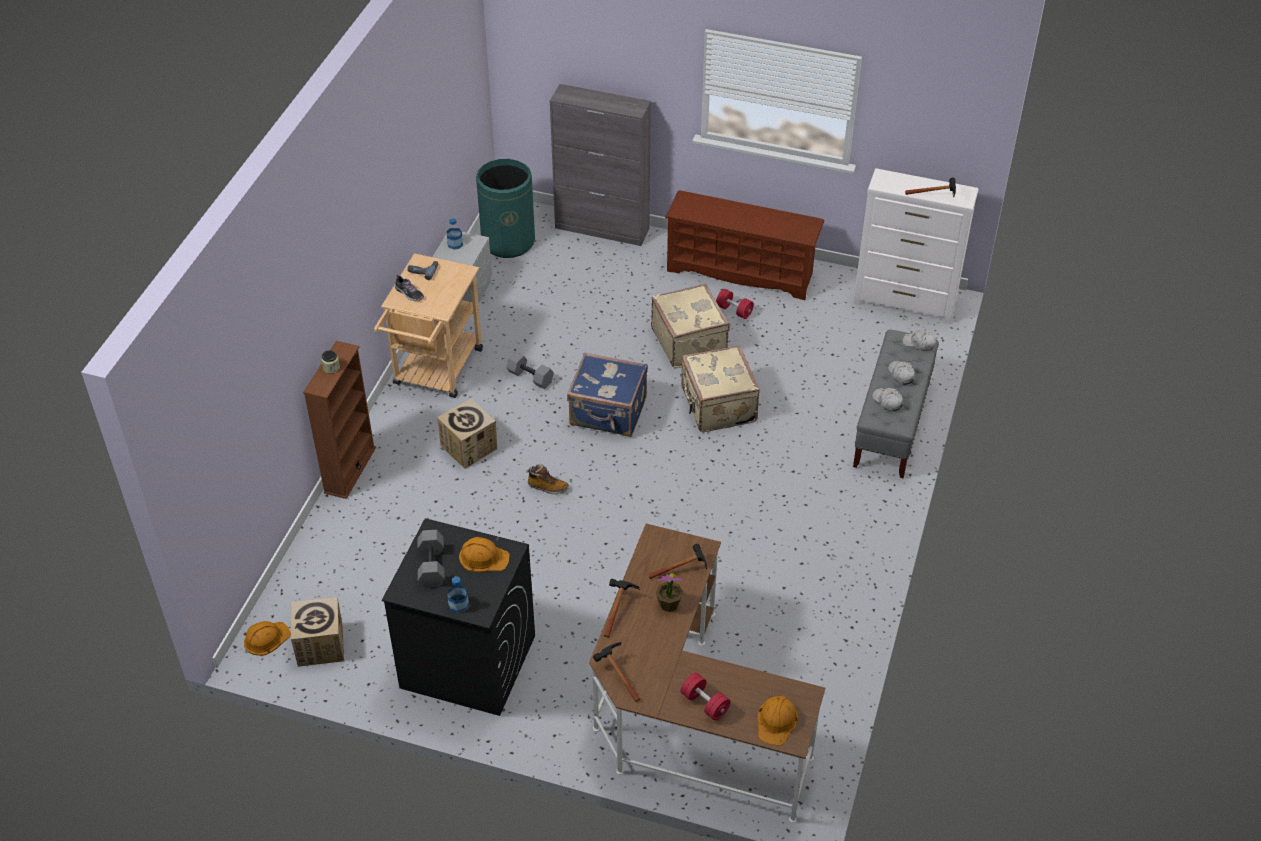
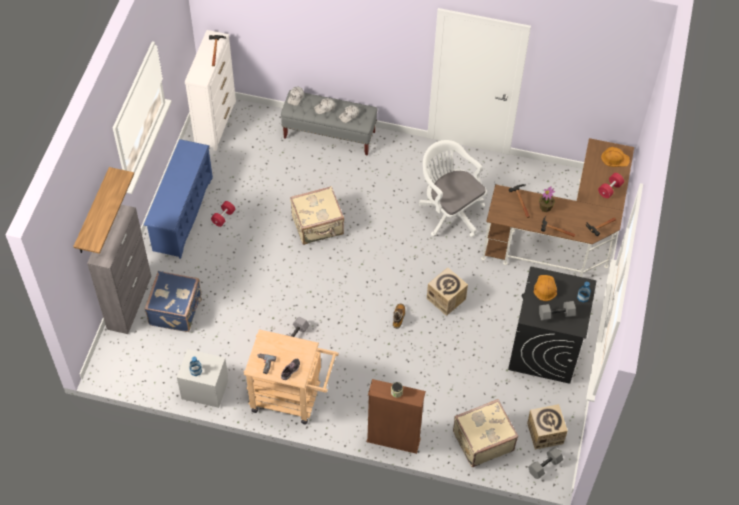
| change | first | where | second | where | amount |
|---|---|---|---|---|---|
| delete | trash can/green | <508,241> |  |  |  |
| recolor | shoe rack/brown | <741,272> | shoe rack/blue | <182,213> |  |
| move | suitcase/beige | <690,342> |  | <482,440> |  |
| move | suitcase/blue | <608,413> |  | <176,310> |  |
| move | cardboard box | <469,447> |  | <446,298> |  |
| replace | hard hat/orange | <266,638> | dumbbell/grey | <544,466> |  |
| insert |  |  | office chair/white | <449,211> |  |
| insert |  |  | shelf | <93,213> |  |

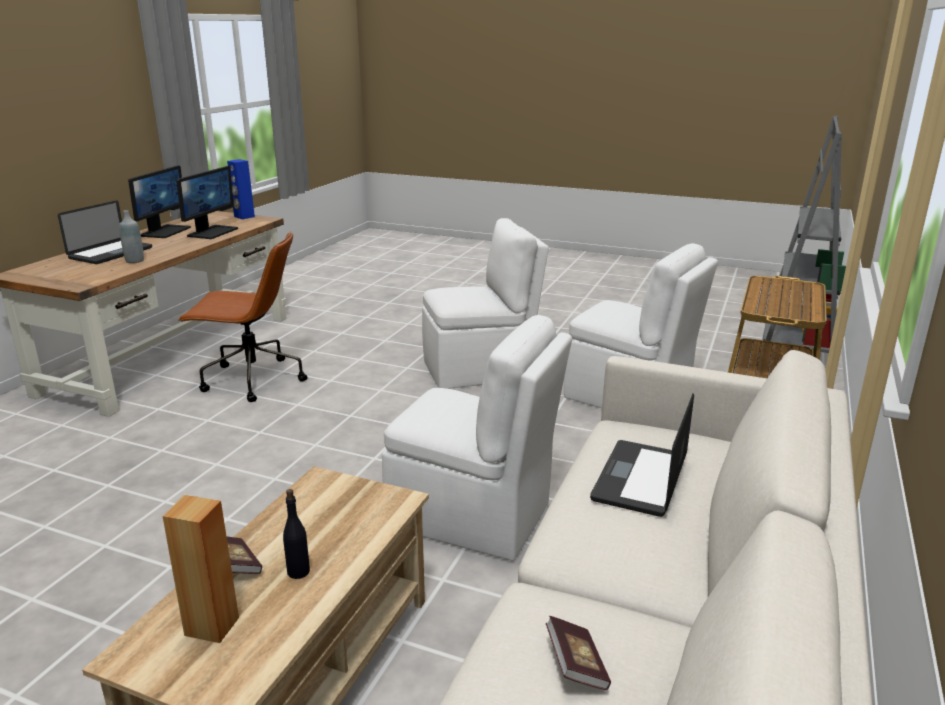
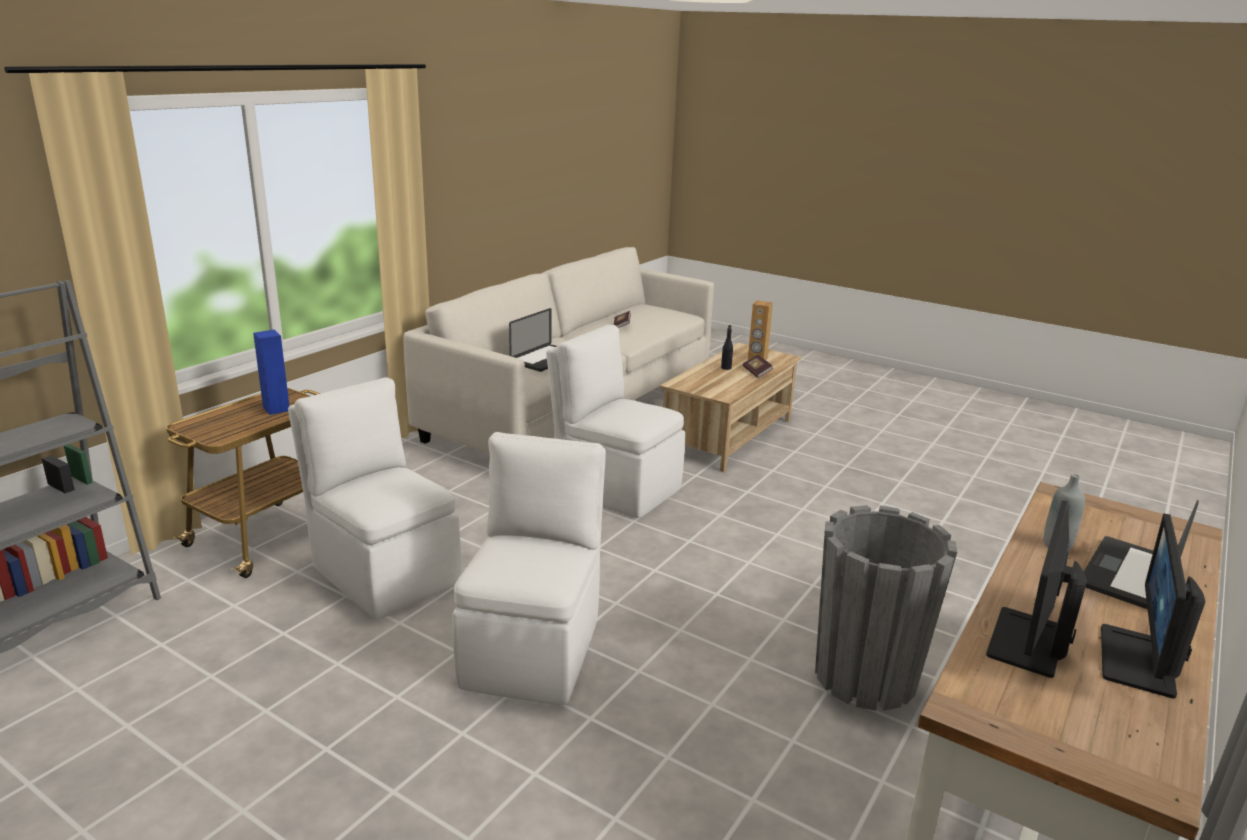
| change | first | where | second | where | amount |
|---|---|---|---|---|---|
| move | speaker/blue | <244,217> |  | <277,409> |  |
| rotate | chair/white | <480,369> |  | <533,649> | 105 degrees clockwise |
| replace | office chair/brown | <251,380> | planter/grey | <865,676> |  |

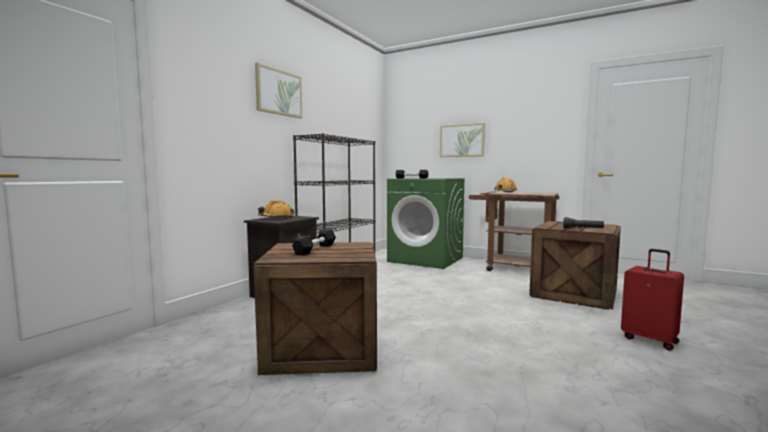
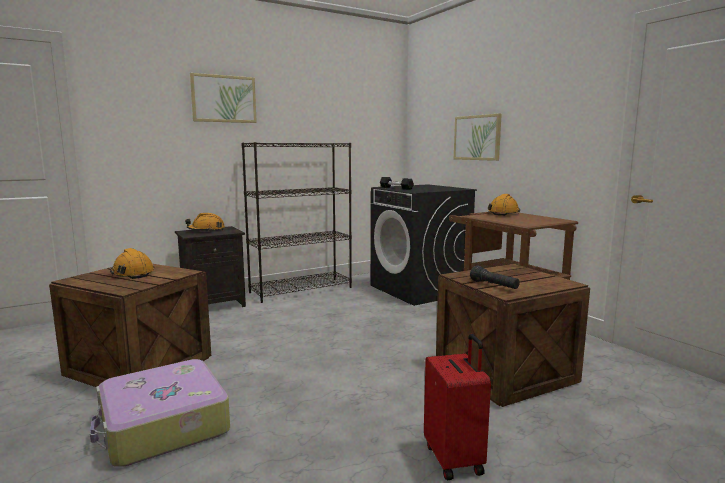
| change | first | where | second | where | amount |
|---|---|---|---|---|---|
| recolor | washing machine/green | <426,259> | washing machine/black | <419,290> |  |
| replace | dumbbell/black | <315,249> | hard hat/orange | <132,273> |  |
| insert |  |  | suitcase | <163,426> |  |

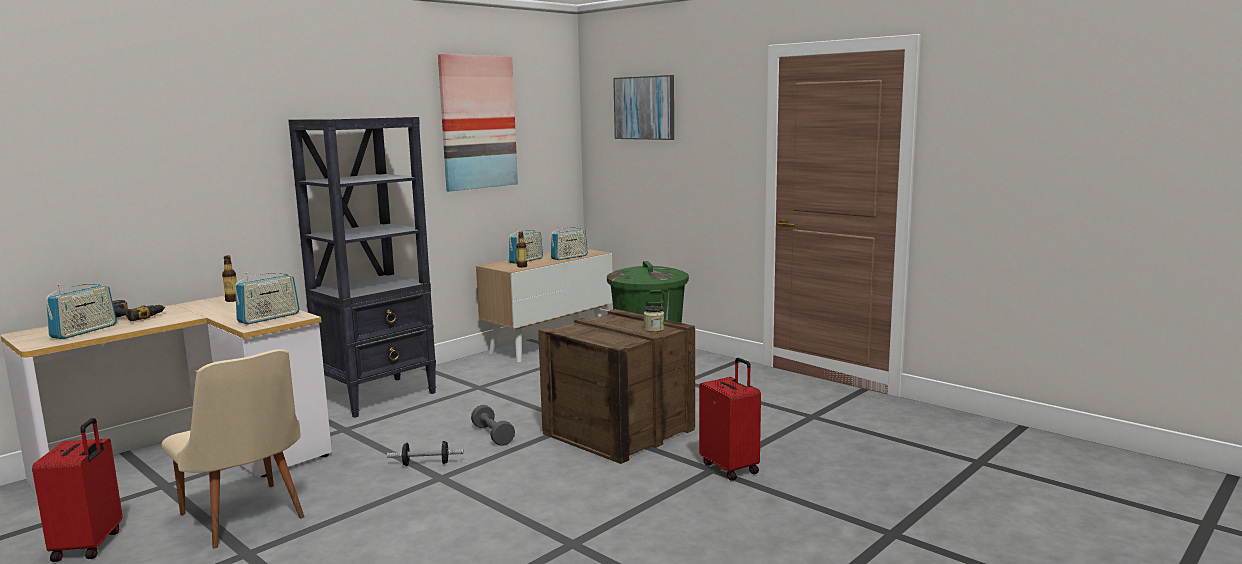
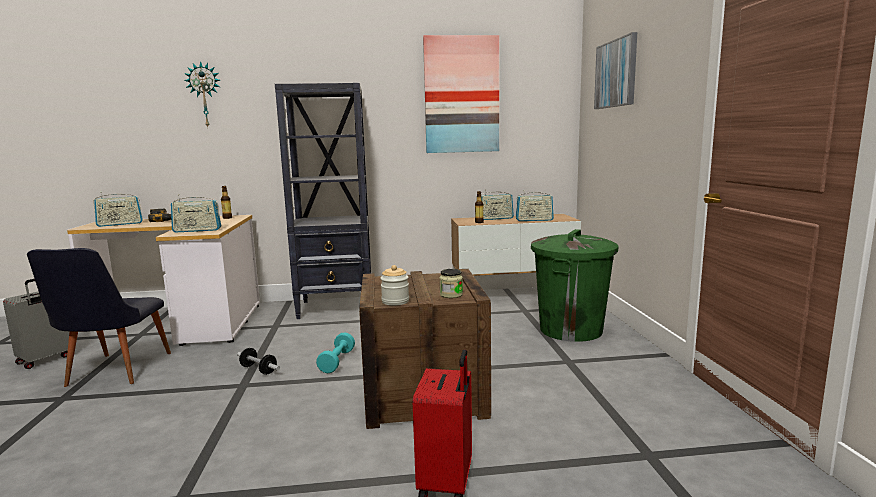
| change | first | where | second | where | amount |
|---|---|---|---|---|---|
| recolor | chair/beige | <246,520> | chair/black | <112,373> |  |
| recolor | dumbbell/grey | <493,435> | dumbbell/turquoise | <337,361> |  |
| recolor | suitcase/red | <89,545> | suitcase/grey | <45,360> |  |
| insert |  |  | wall clock | <205,95> |  |
| insert |  |  | jar | <395,301> |  |

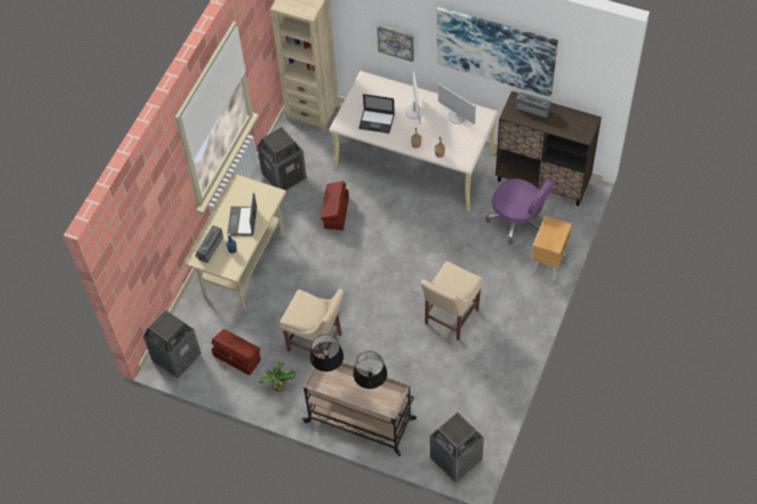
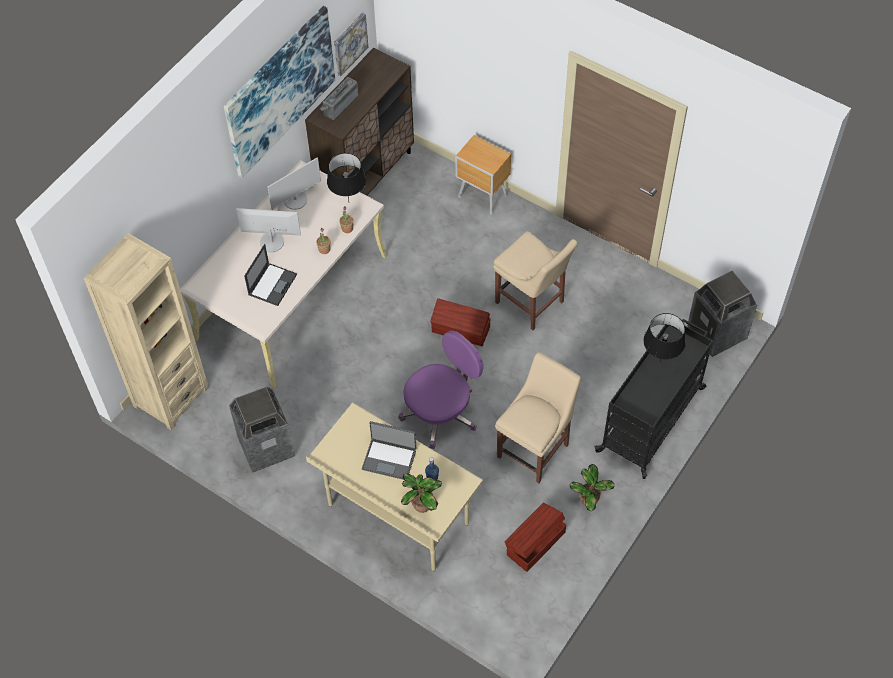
| change | first | where | second | where | amount |
|---|---|---|---|---|---|
| move | picture | <396,42> |  | <349,43> |  |
| move | office chair/purple | <518,220> |  | <441,412> |  |
| move | storage box/brown | <335,212> |  | <461,330> |  |
| replace | radio | <209,248> | potted plant | <421,505> |  |
| delete | trash can | <176,357> |  |  |  |
| move | table lamp/black | <328,370> |  | <349,202> |  |
| recolor | cart/beige | <361,421> | cart/black | <652,418> |  |

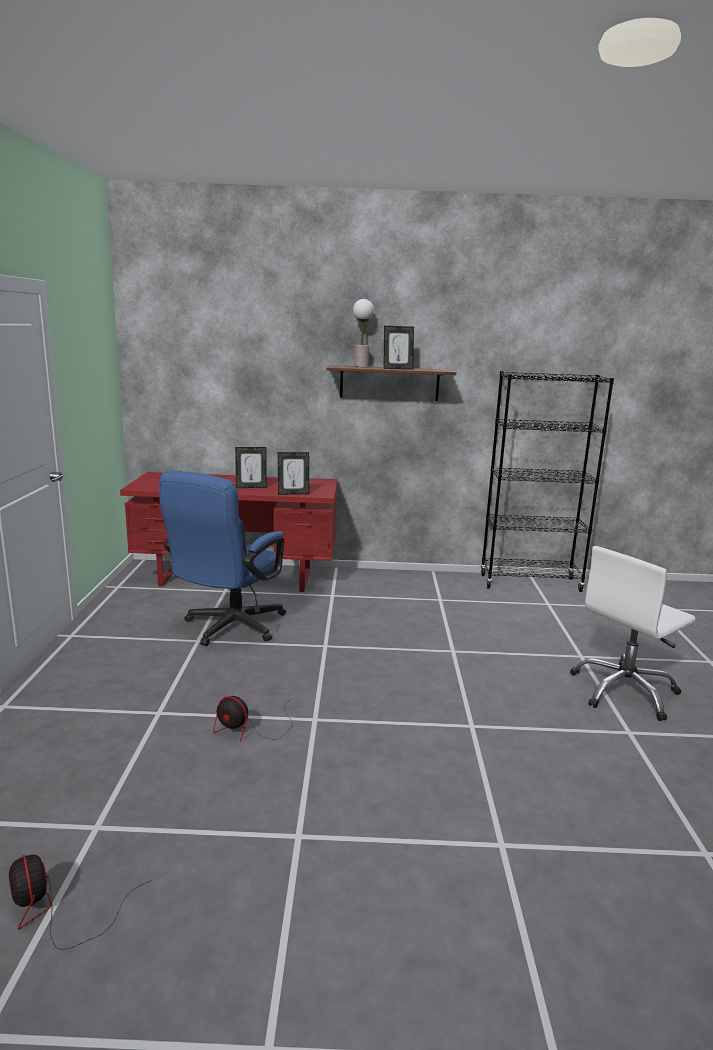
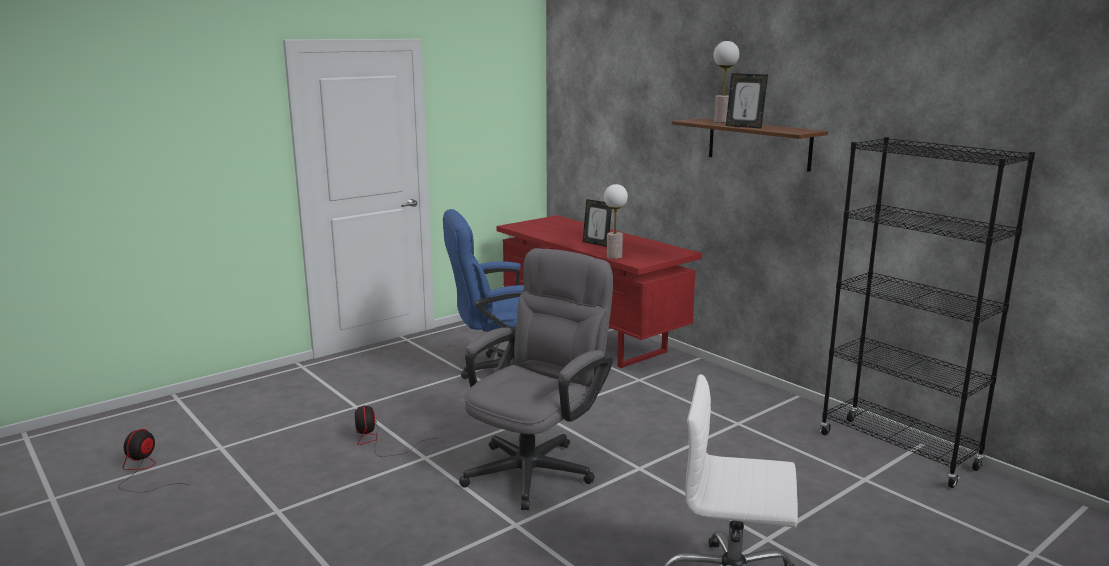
| change | first | where | second | where | amount |
|---|---|---|---|---|---|
| replace | picture frame | <293,493> | table lamp | <614,256> |  |
| insert |  |  | office chair/grey | <537,467> |  |

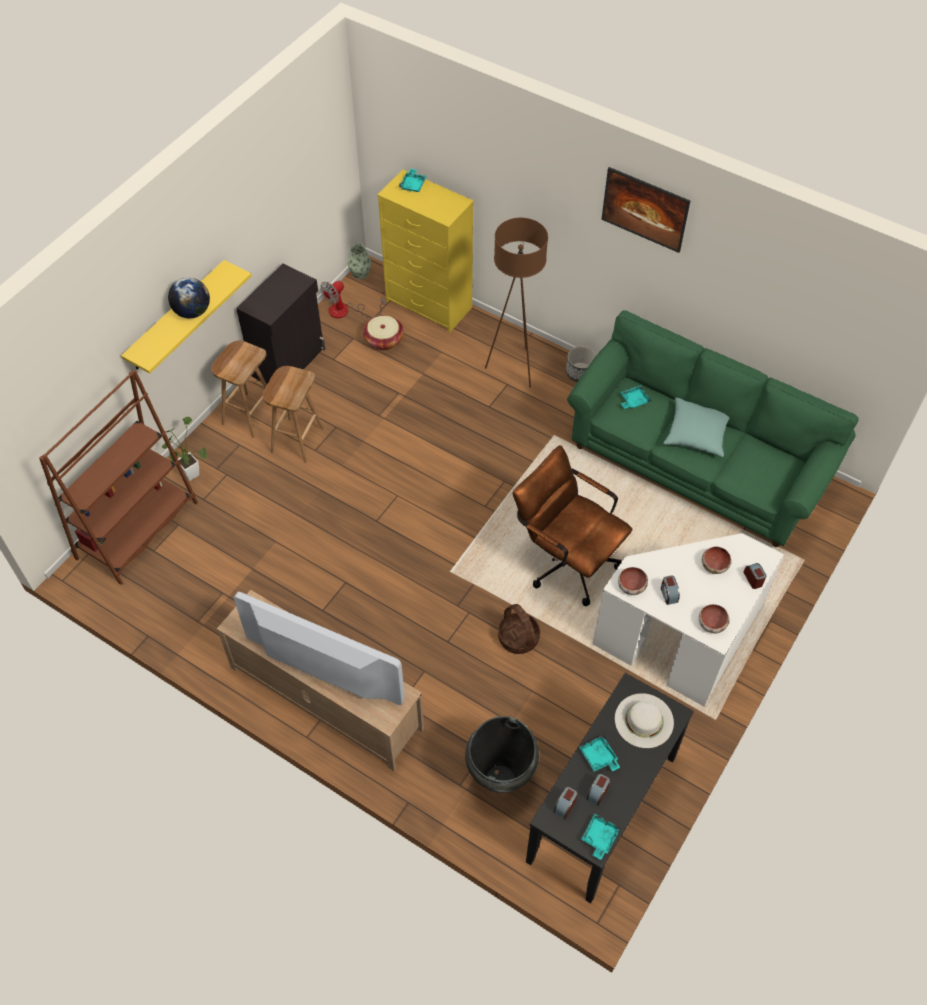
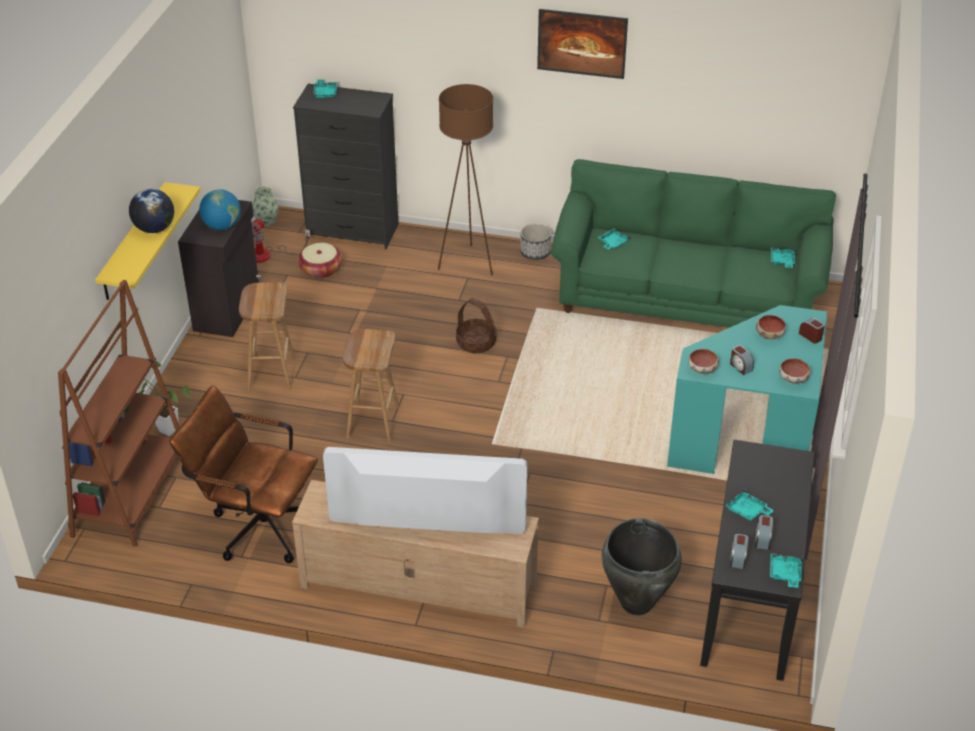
| change | first | where | second | where | amount |
|---|---|---|---|---|---|
| recolor | dresser/yellow | <429,305> | dresser/black | <353,231> |  |
| move | stool/brown | <249,414> |  | <372,422> |  |
| delete | pillow/turquoise | <697,433> |  |  |  |
| move | office chair/brown | <566,560> |  | <256,525> |  |
| recolor | desk/white | <682,639> | desk/turquoise | <750,440> |  |
| move | basket | <518,638> |  | <475,343> |  |
| delete | hat/white | <644,720> |  |  |  |
| insert |  |  | globe | <222,226> |  |
| insert |  |  | tray/turquoise | <782,261> |  |

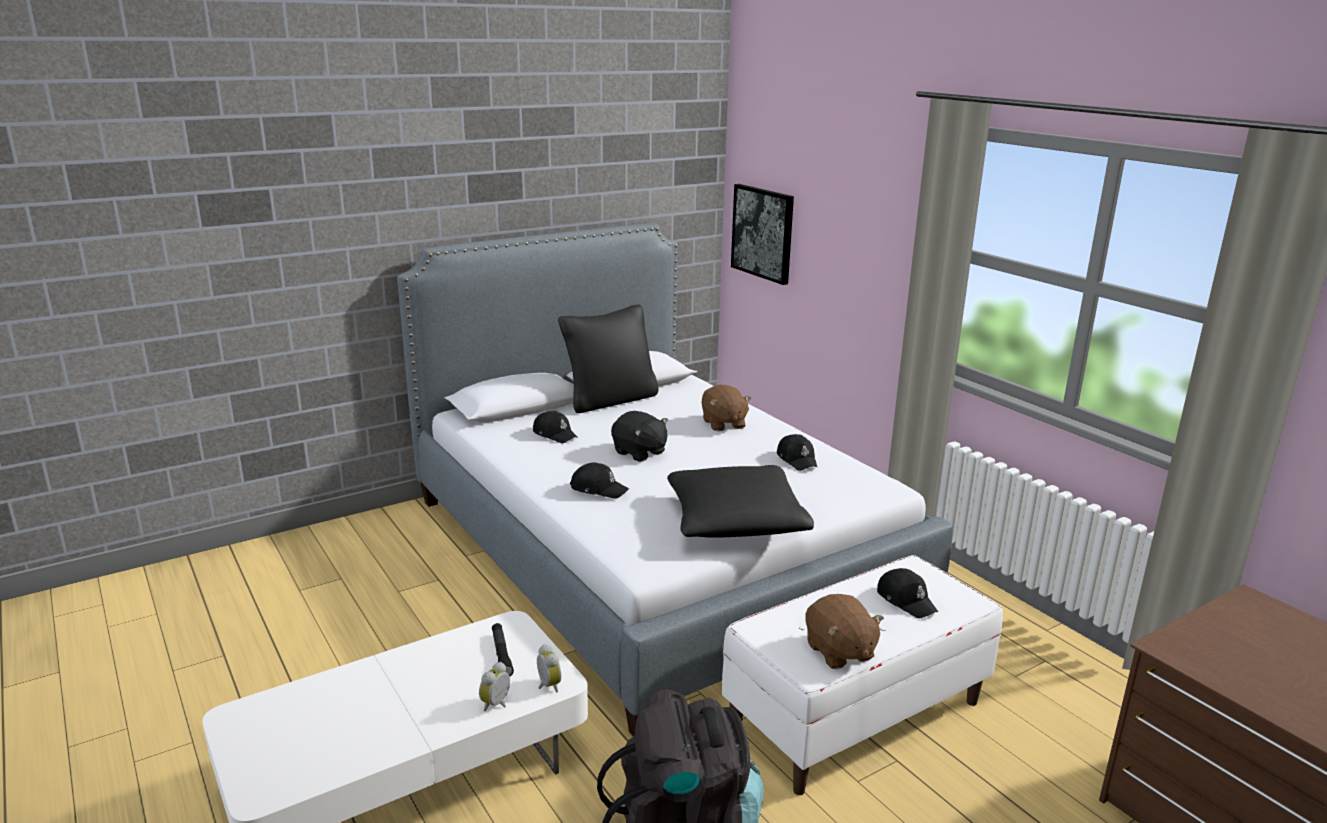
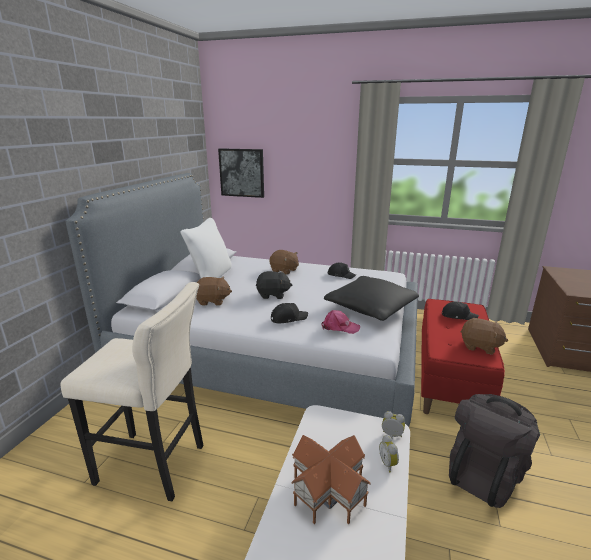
| change | first | where | second | where | amount |
|---|---|---|---|---|---|
| recolor | pillow/black | <610,400> | pillow/white | <210,276> |  |
| replace | cap/black | <555,434> | plush toy/brown | <213,301> |  |
| recolor | bench/white | <856,715> | bench/red | <449,379> |  |
| delete | flashlight/black | <501,654> |  |  |  |
| insert |  |  | stool/beige | <155,466> |  |
| insert |  |  | cap/pink | <339,327> |  |
| insert |  |  | toy house | <327,491> |  |

